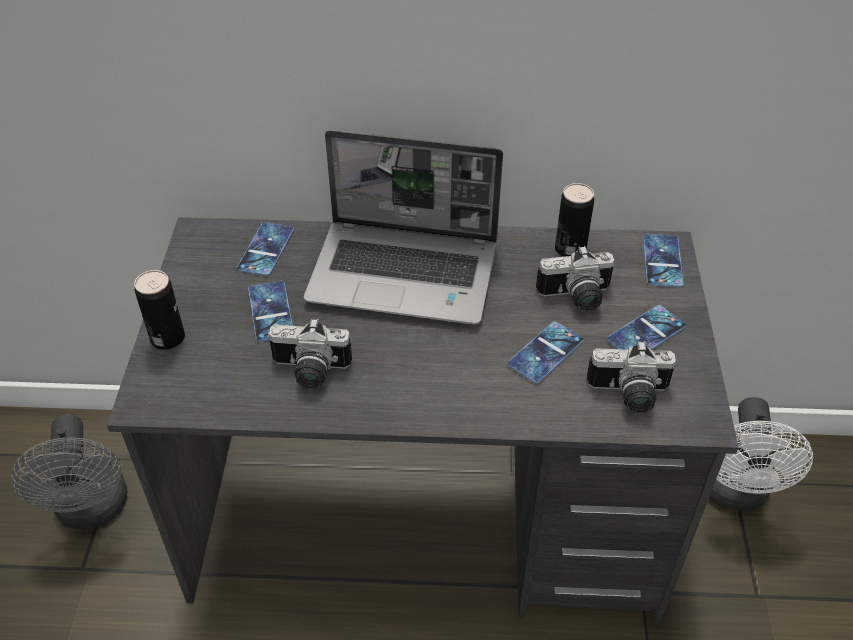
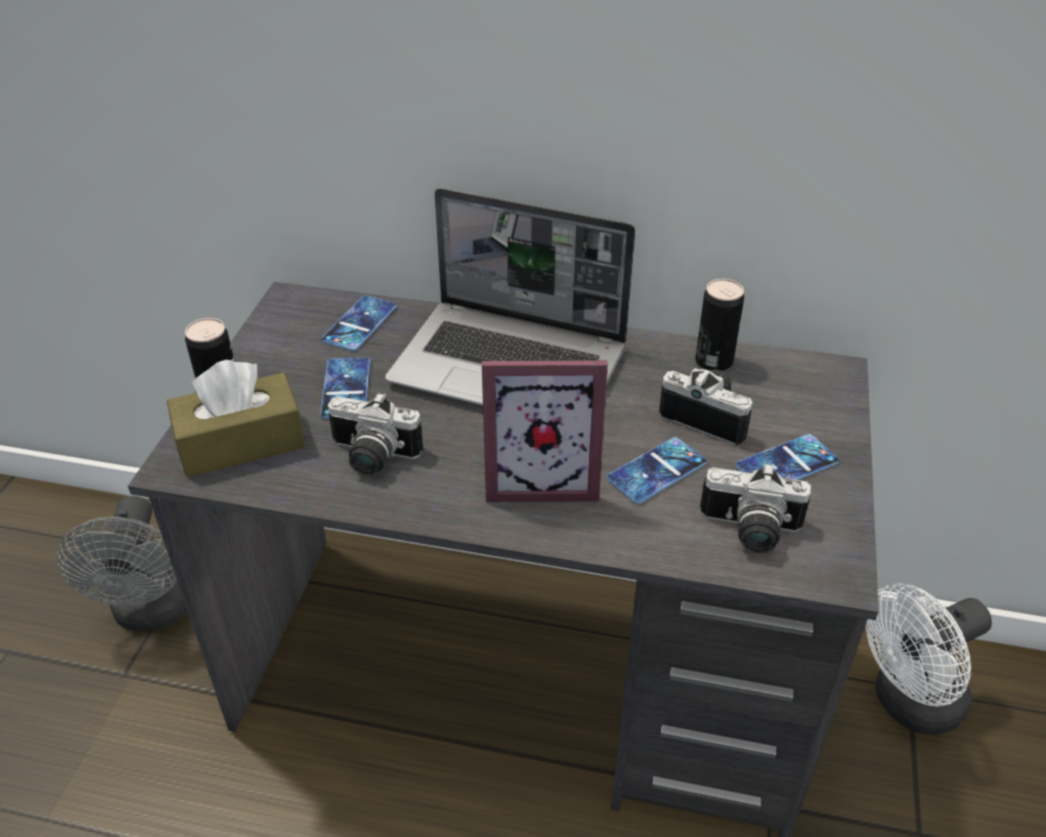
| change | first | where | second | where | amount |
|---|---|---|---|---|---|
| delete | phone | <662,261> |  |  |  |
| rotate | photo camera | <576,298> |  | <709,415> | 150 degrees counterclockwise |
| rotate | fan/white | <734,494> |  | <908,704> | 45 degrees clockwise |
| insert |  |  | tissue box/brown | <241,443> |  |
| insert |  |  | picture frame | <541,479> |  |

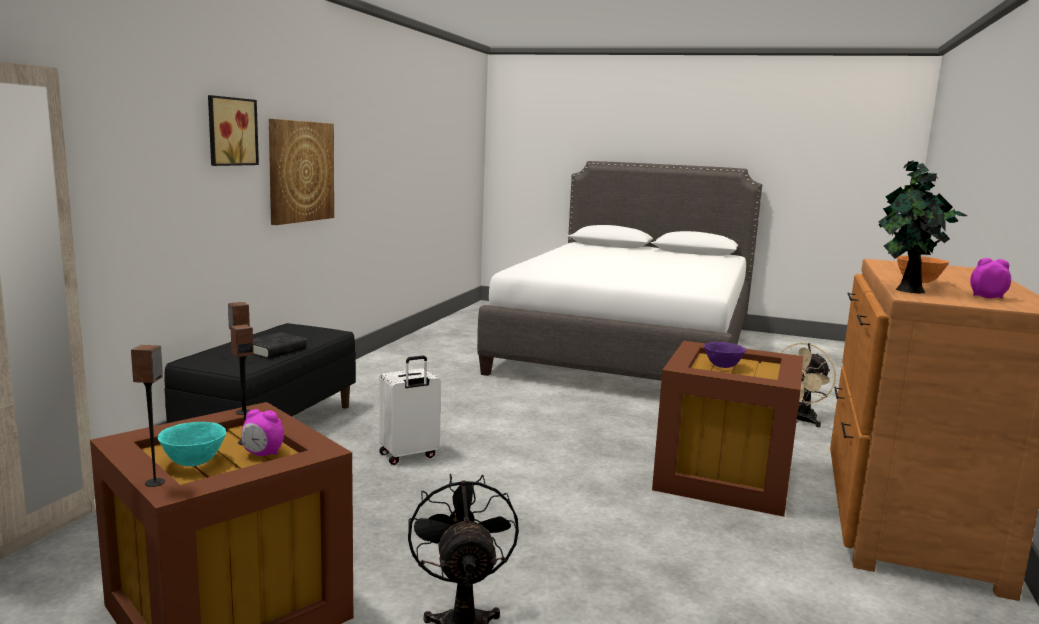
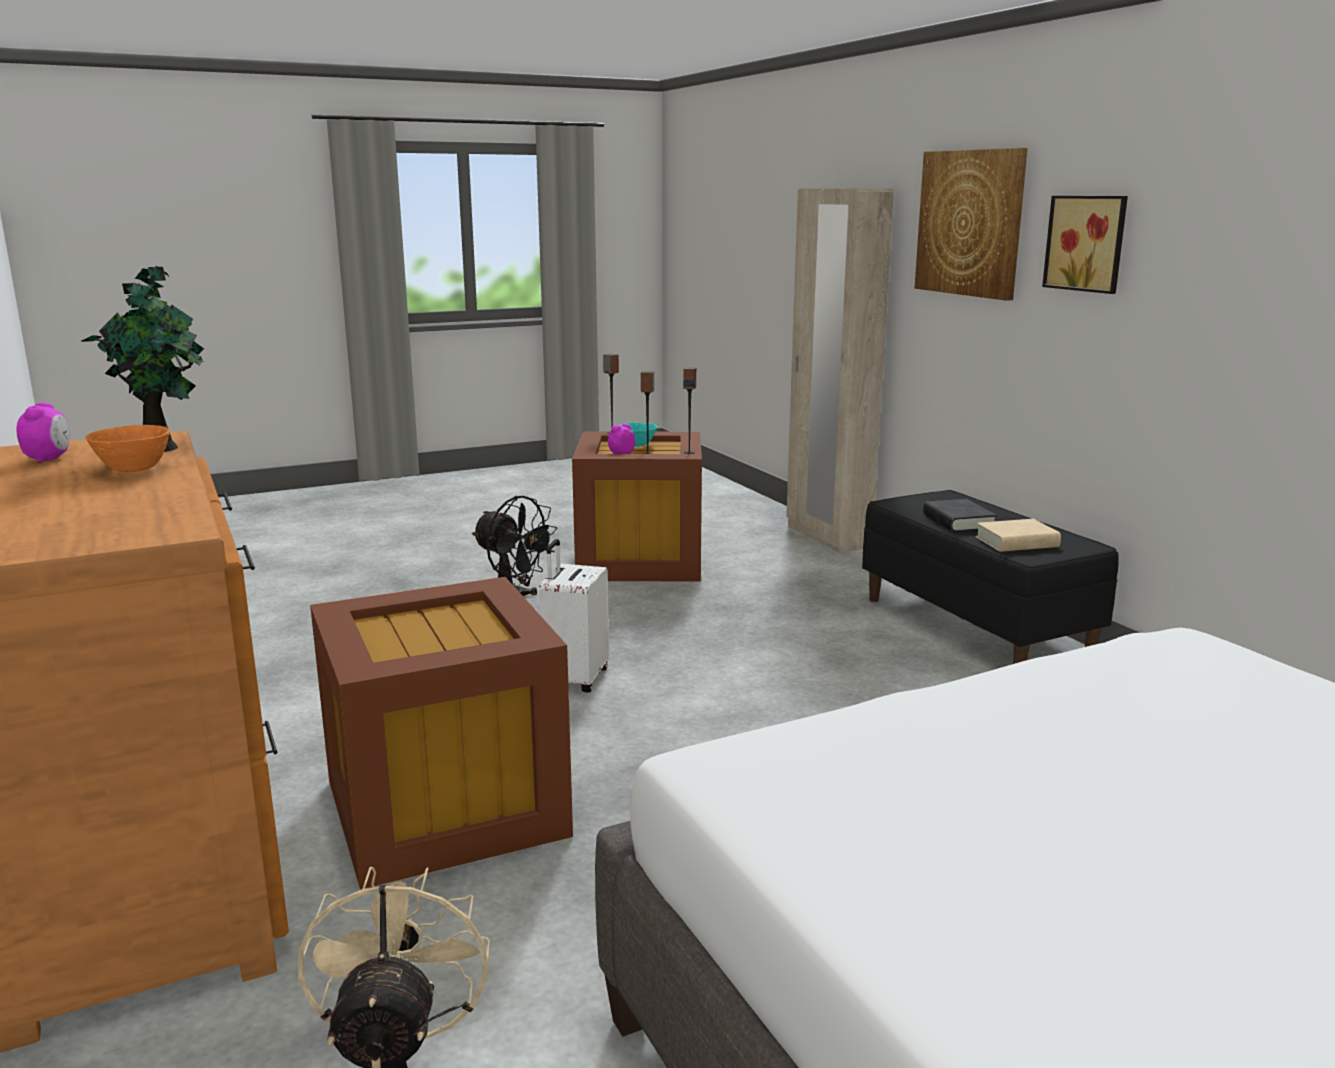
| change | first | where | second | where | amount |
|---|---|---|---|---|---|
| move | picture | <301,171> |  | <970,223> |  |
| rotate | alarm clock | <987,297> |  | <49,459> | 75 degrees counterclockwise |
| delete | bowl/purple | <722,366> |  |  |  |
| move | suitcase/white | <409,456> |  | <575,680> |  |
| insert |  |  | book/beige | <1017,542> |  |

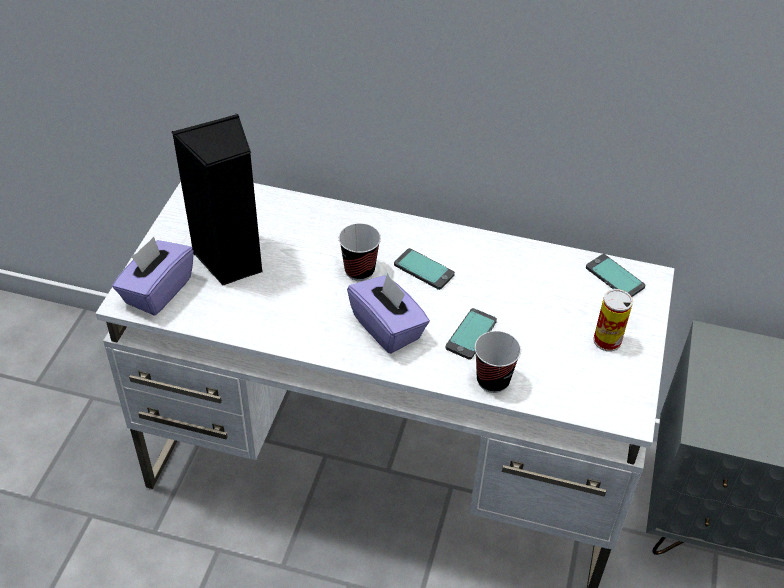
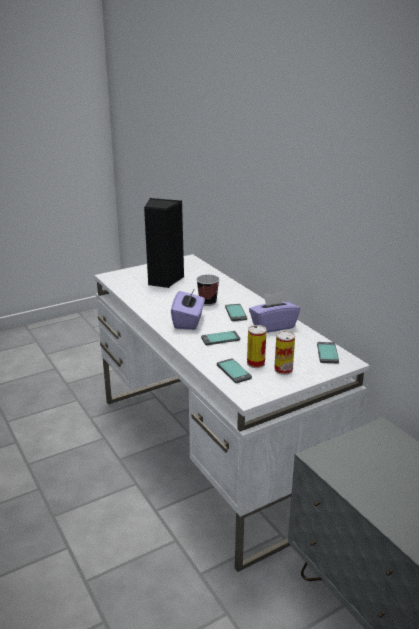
| change | first | where | second | where | amount |
|---|---|---|---|---|---|
| move | tissue box/purple | <157,291> |  | <273,326> |  |
| delete | cup | <493,380> |  |  |  |
| insert |  |  | can | <255,363> |  |
| insert |  |  | phone | <234,371> |  |

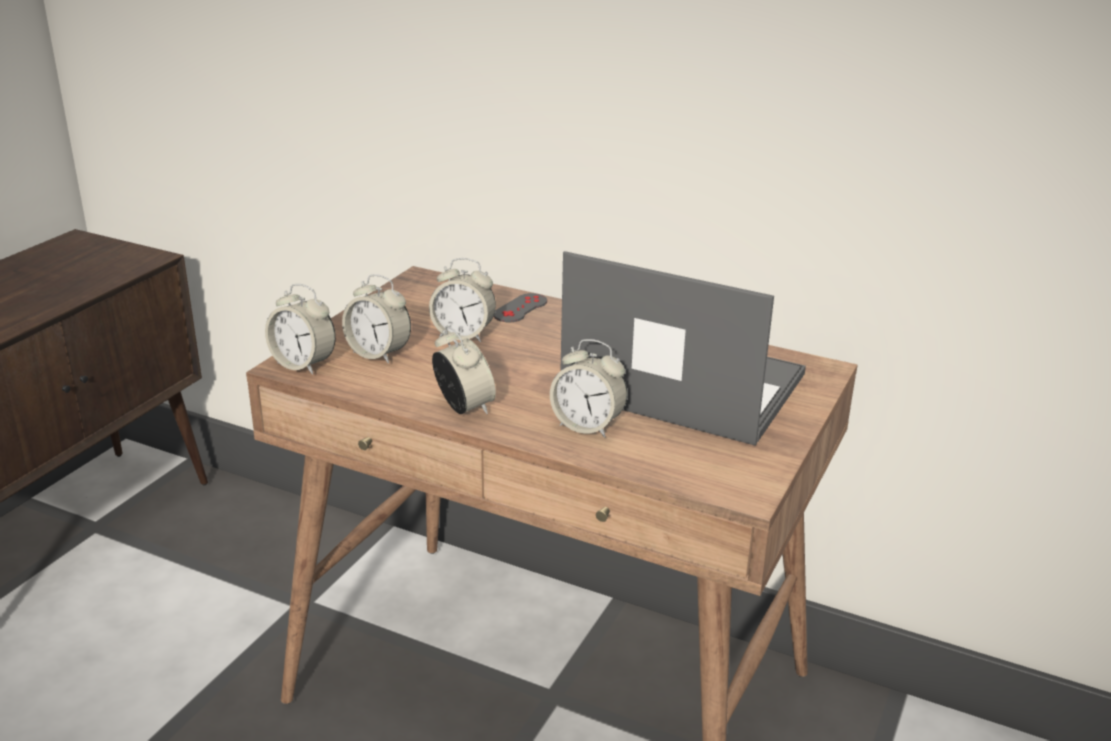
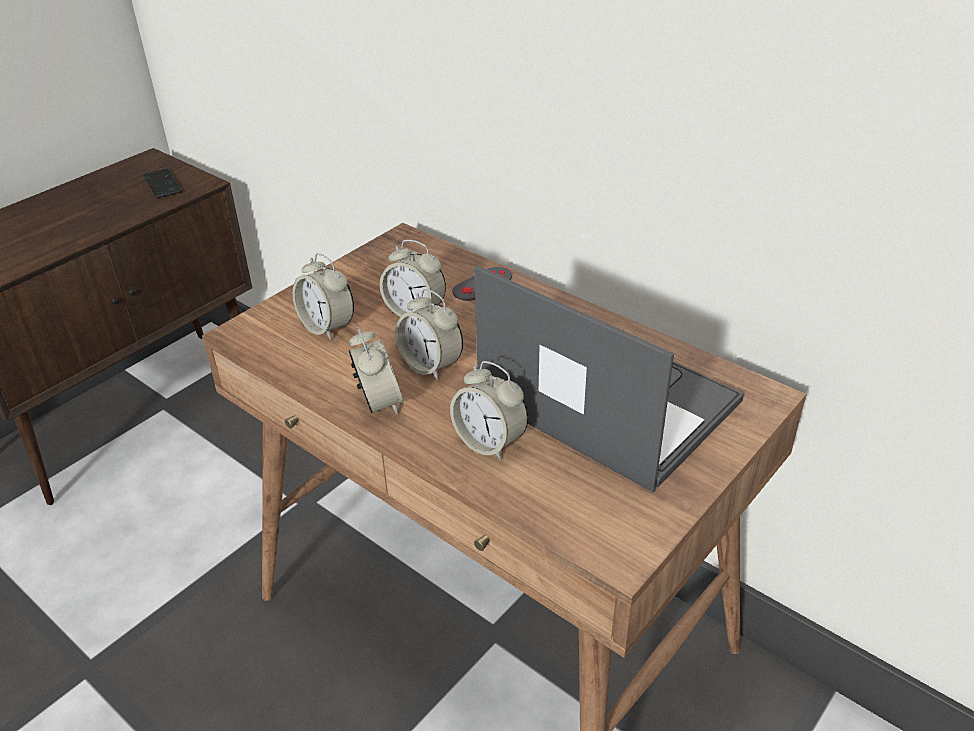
| change | first | where | second | where | amount |
|---|---|---|---|---|---|
| move | alarm clock | <303,364> |  | <431,365> |  |
| insert |  |  | phone | <163,185> |  |

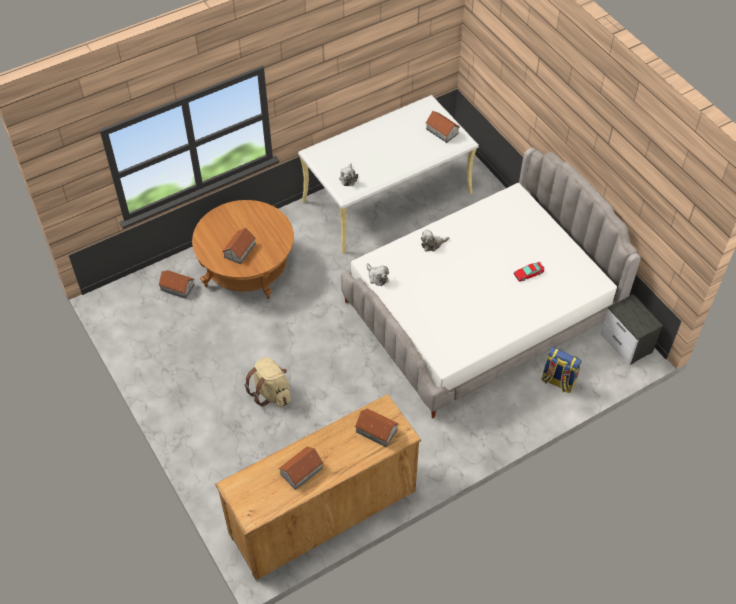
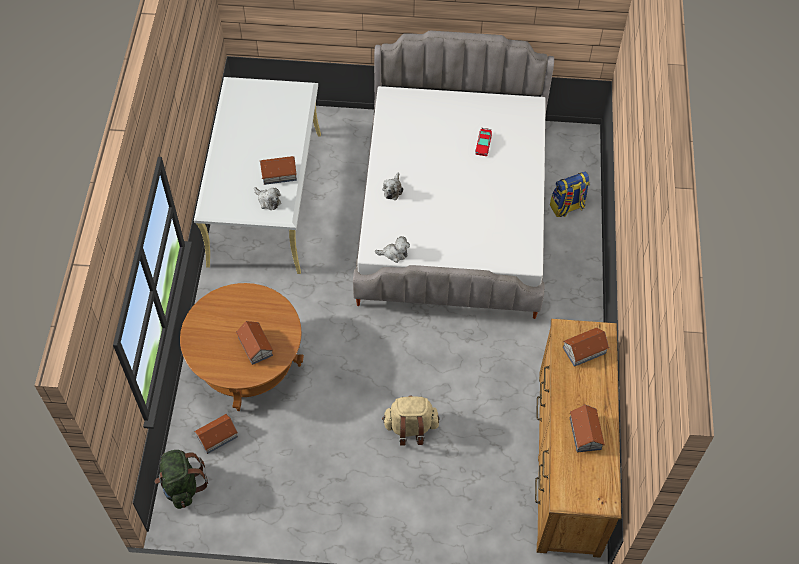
| change | first | where | second | where | amount |
|---|---|---|---|---|---|
| move | toy house | <442,131> |  | <279,174> |  |
| delete | nightstand | <626,344> |  |  |  |
| insert |  |  | backpack/green | <182,485> |  |

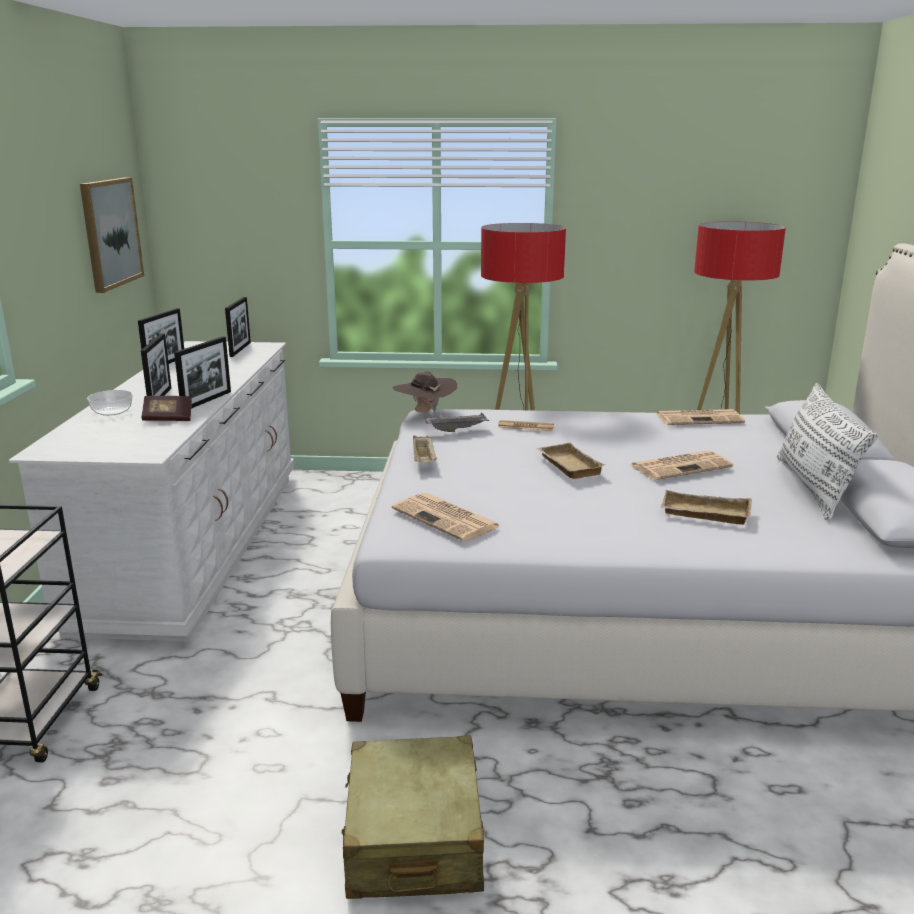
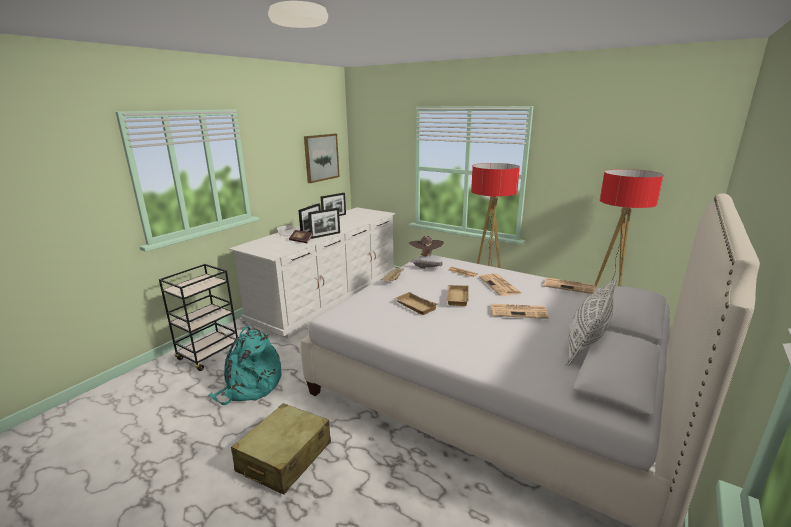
| change | first | where | second | where | amount |
|---|---|---|---|---|---|
| delete | picture frame | <240,349> |  |  |  |
| move | tray/beige | <703,514> |  | <414,306> |  |
| move | newspaper | <447,518> |  | <500,285> |  |
| insert |  |  | backpack/turquoise | <250,386> |  |

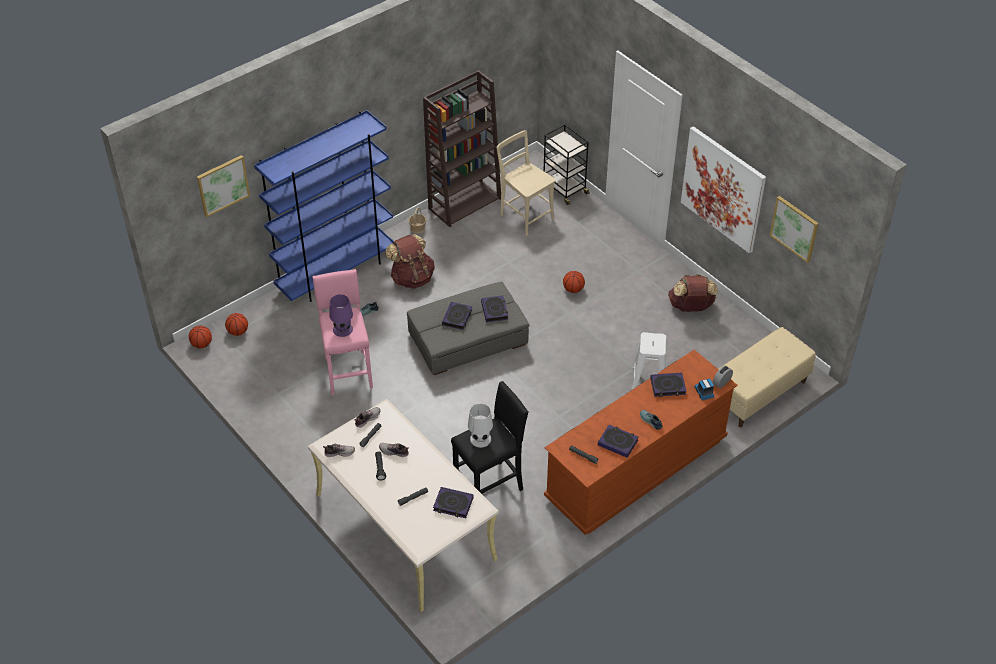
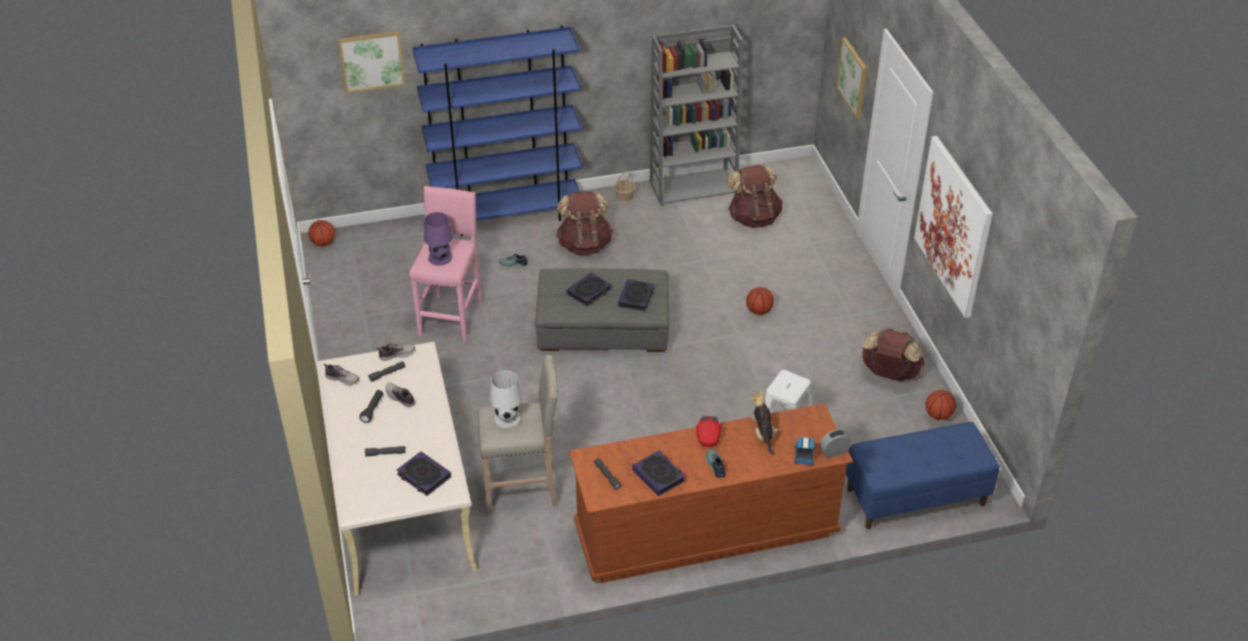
| change | first | where | second | where | amount |
|---|---|---|---|---|---|
| recolor | bookcase/brown | <465,203> | bookcase/grey | <694,187> |  |
| delete | cart/black | <564,189> |  |  |  |
| replace | chair/beige | <524,215> | backpack/brown | <753,218> |  |
| move | picture | <794,228> |  | <853,77> |  |
| move | basketball | <238,332> |  | <938,415> |  |
| recolor | bench/beige | <758,393> | bench/blue | <915,497> |  |
| replace | book | <668,386> | plush toy | <763,434> |  |
| recolor | stool/black | <490,486> | stool/beige | <522,489> |  |
| insert |  |  | cap/red | <708,435> |  |

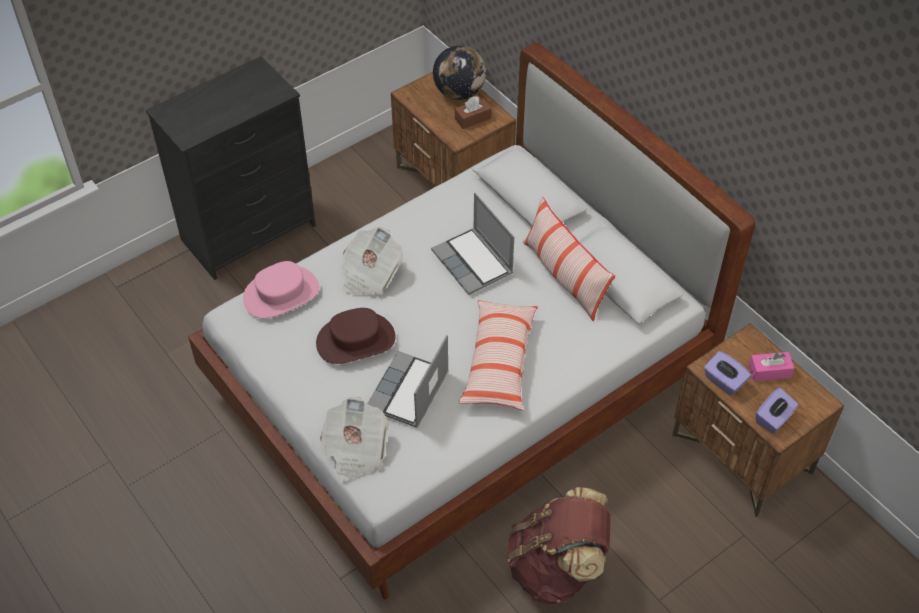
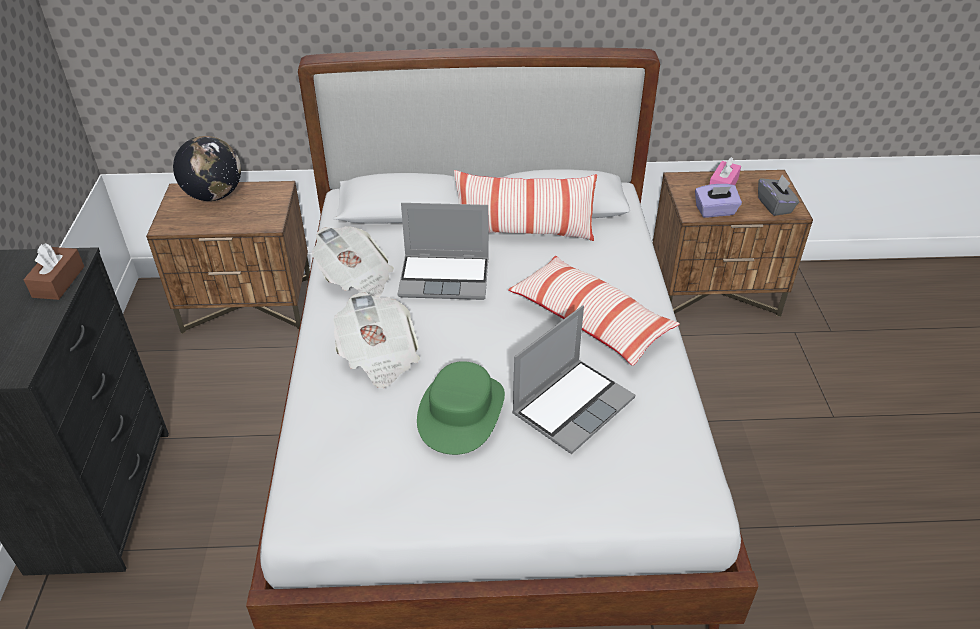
| change | first | where | second | where | amount |
|---|---|---|---|---|---|
| move | tissue box/brown | <473,118> |  | <58,282> |  |
| delete | hat/pink | <281,294> |  |  |  |
| recolor | hat/brown | <356,340> | hat/green | <461,412> |  |
| rotate | laptop | <408,392> |  | <573,405> | 105 degrees counterclockwise |
| recolor | tissue box/purple | <773,419> | tissue box/grey | <775,206> |  |
| move | newspaper | <355,450> |  | <356,278> |  |
| delete | backpack/brown | <556,568> |  |  |  |

